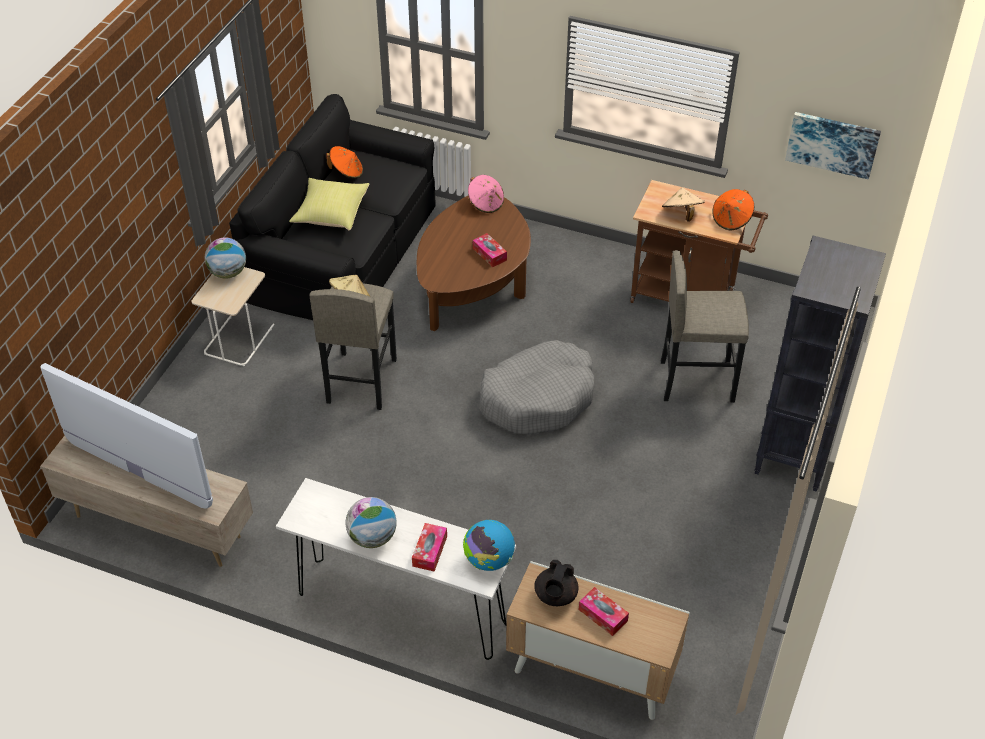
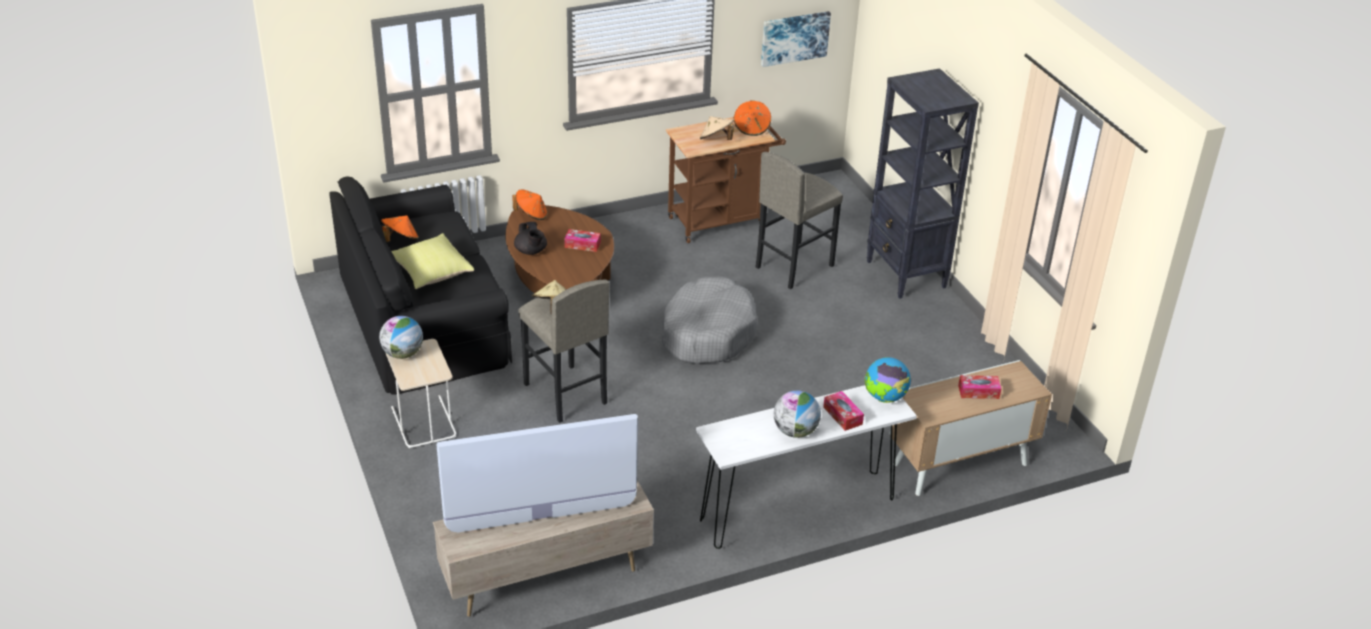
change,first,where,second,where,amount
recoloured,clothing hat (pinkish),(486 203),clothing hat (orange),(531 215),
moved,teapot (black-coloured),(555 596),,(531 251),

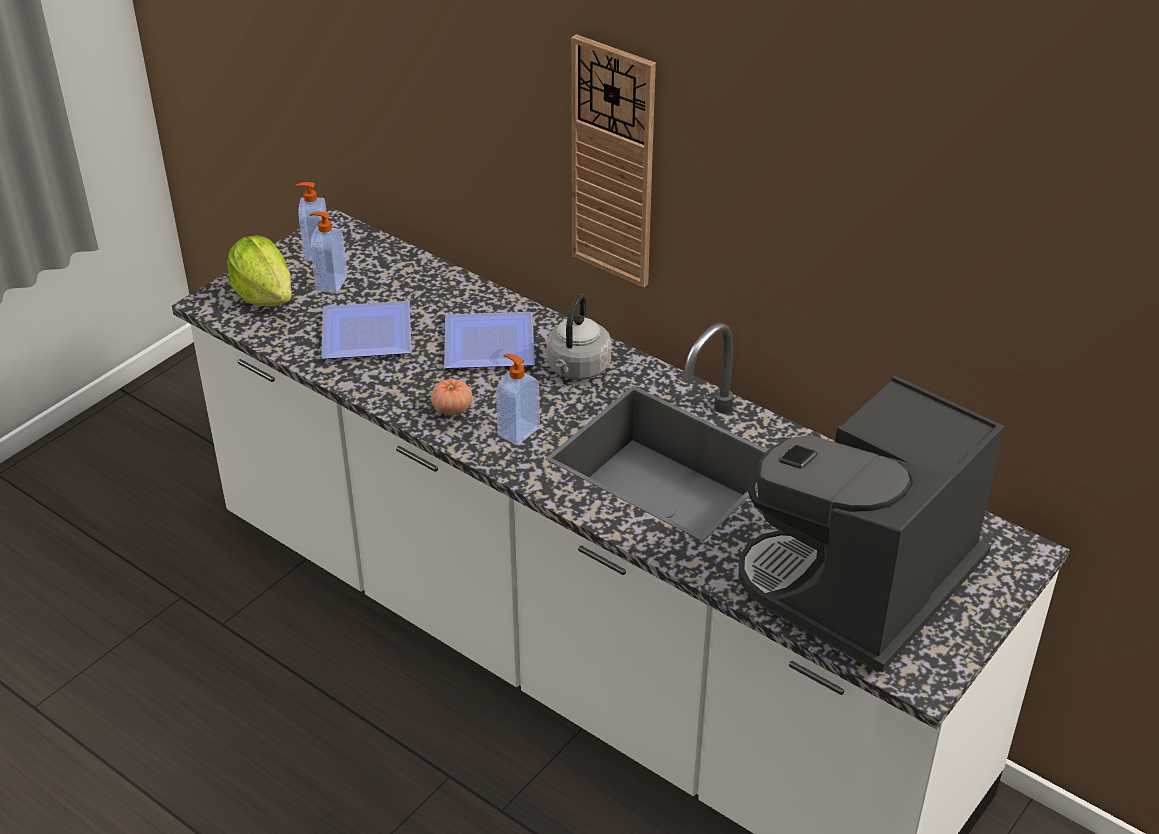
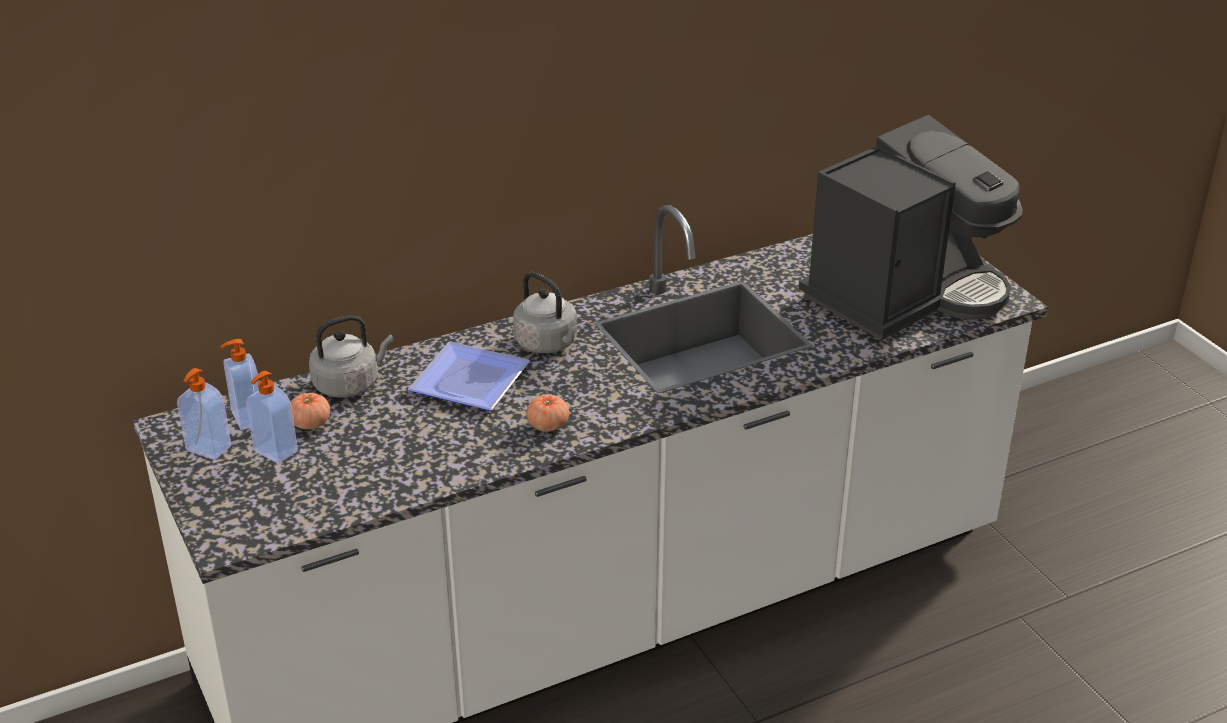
change,first,where,second,where,amount
removed,wall clock,(613 163),,,
removed,head of lettuce,(265 295),,,
removed,dinner plate,(363 333),,,
moved,liquid soap bottle,(517 431),,(247 418),
turned,coffee brewer,(862 587),,(905 294),105 degrees counterclockwise
added,,,water kettle (greyish),(349 384),
added,,,tomato,(310 423),

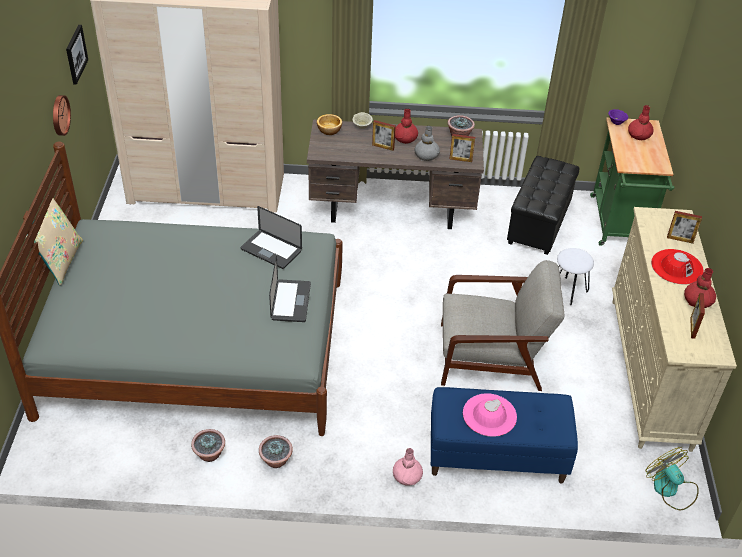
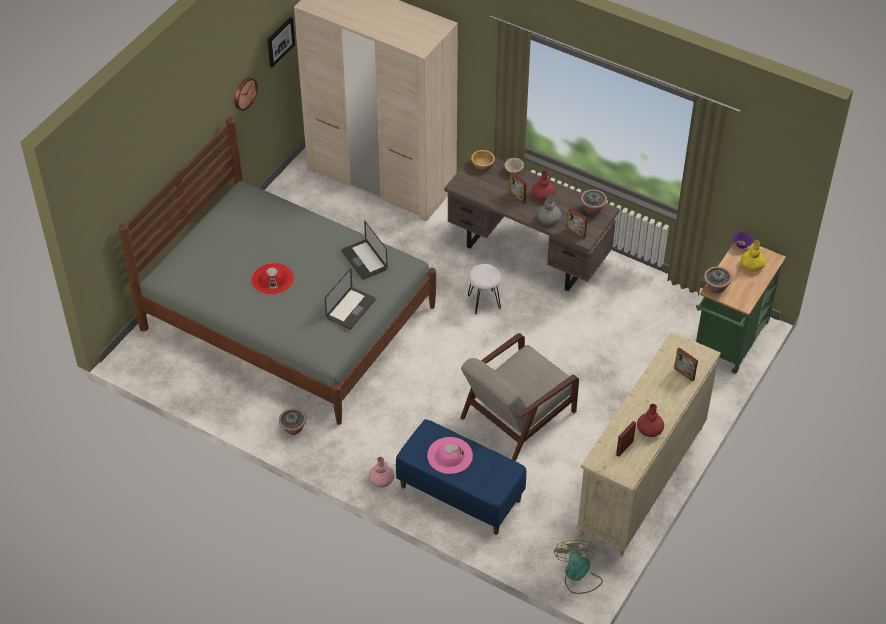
change,first,where,second,where,amount
recoloured,vase (reddish),(639 135),vase (yellow),(752 265),
removed,footrest (black-coloured),(539 224),,,
removed,pillow (beige-coloured),(60 261),,,
moved,sitting stool (whitish),(568 291),,(483 302),
moved,clothing hat (reddish),(677 267),,(272 279),
turned,lounge chair (greyish),(492 357),,(516 416),105 degrees clockwise
moved,plant in a pot,(209 455),,(716 288),

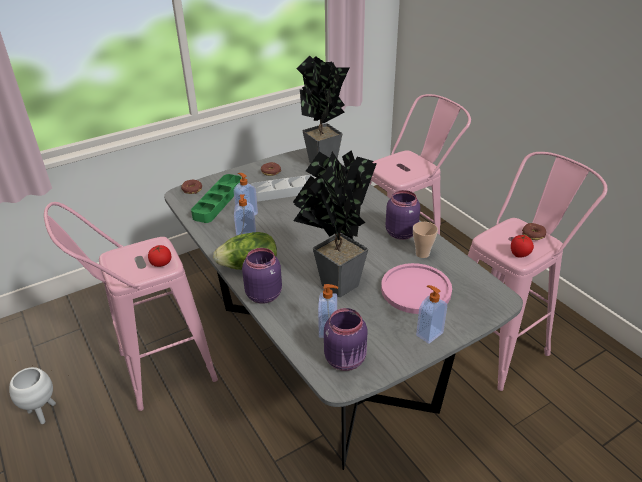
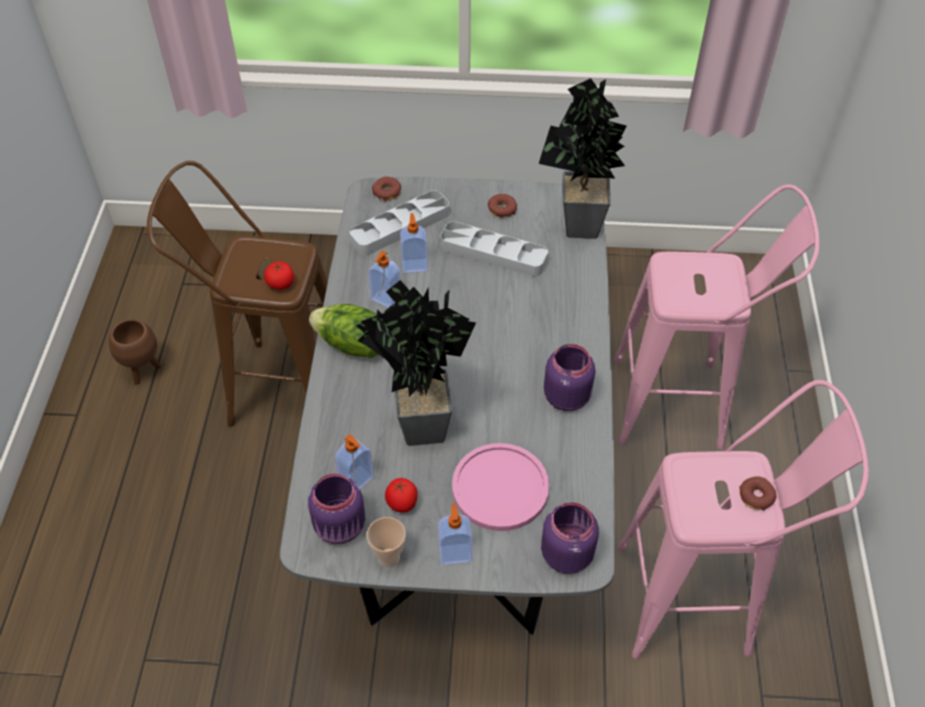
change,first,where,second,where,amount
recoloured,carrying tray (green),(218 201),carrying tray (greyish),(400 227),
recoloured,sitting stool (pinkish),(155 371),sitting stool (brownish),(276 386),
moved,small cup,(422 253),,(388 557),
moved,tomato,(519 254),,(402 504),
moved,storage jar (purple-coloured),(263 294),,(567 553),
recoloured,plant pot (whitish),(42 412),plant pot (brownish),(143 370),

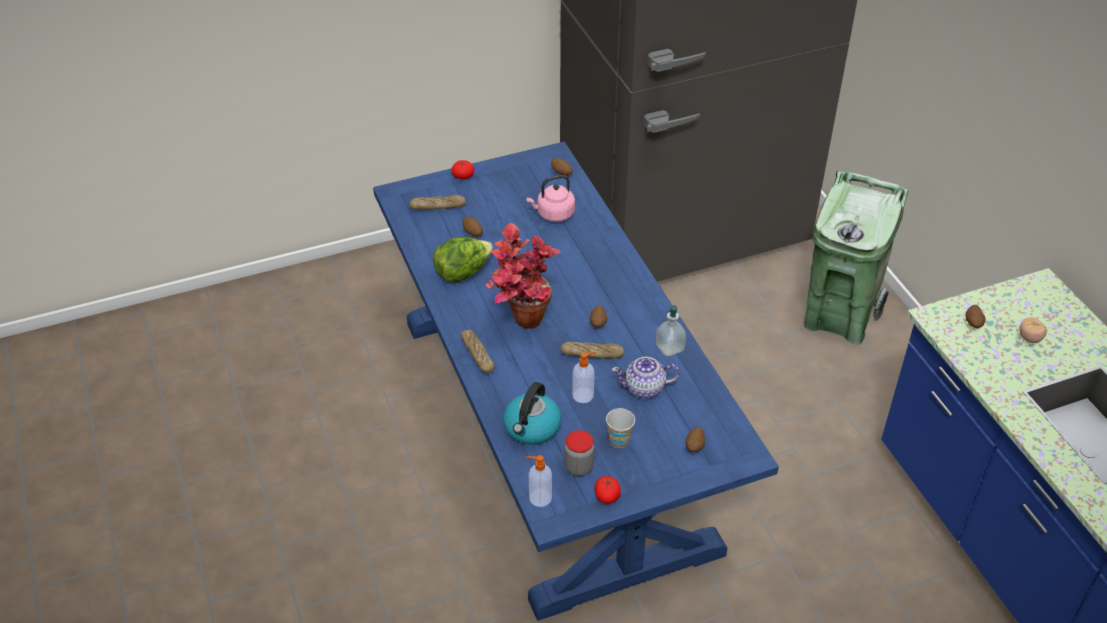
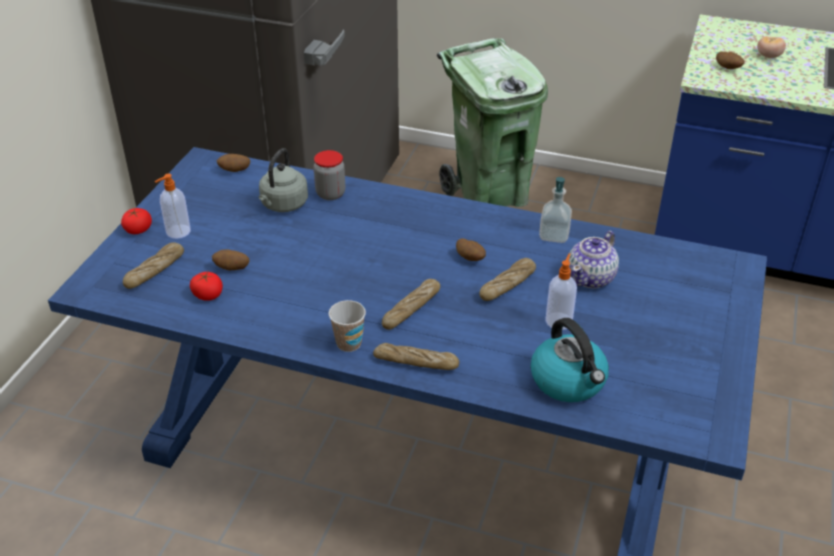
change,first,where,second,where,amount
recoloured,water kettle (pinkish),(553 214),water kettle (greyish),(283 205),
replaced,plant in a pot,(521 326),baked bread,(411 309),
removed,head of lettuce,(463 273),,,
moved,small cup,(619 440),,(349 343),
removed,potato,(694 446),,,
moved,storage jar,(579 467),,(330 194),
moved,liquid soap bottle,(539 498),,(177 232),
moved,tomato,(607 496),,(208 295),

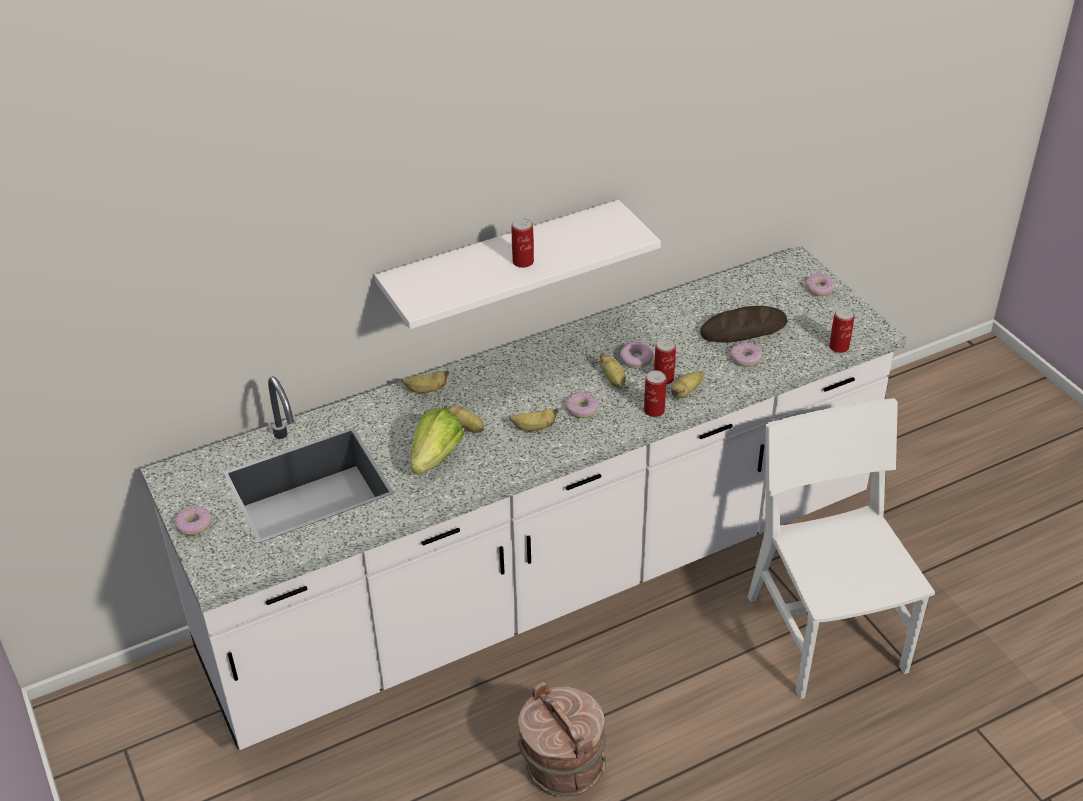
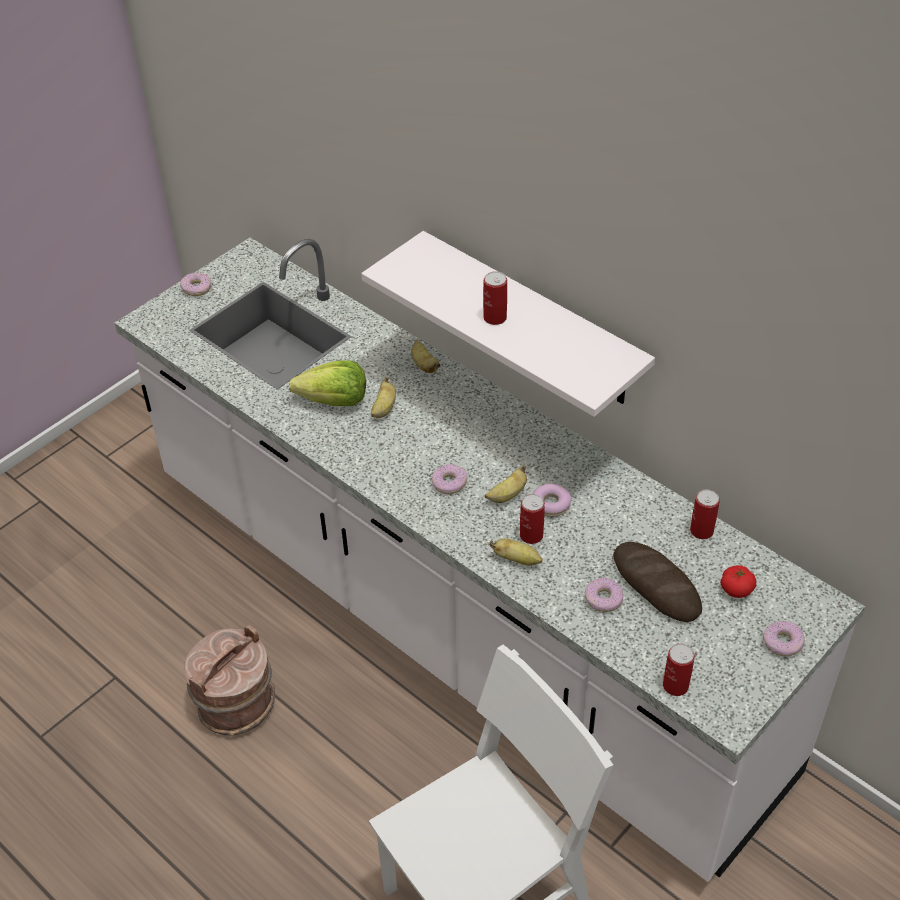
change,first,where,second,where,amount
moved,sealed can,(654 410),,(701 531),
removed,banana,(534 428),,,
added,,,tomato,(736 589),

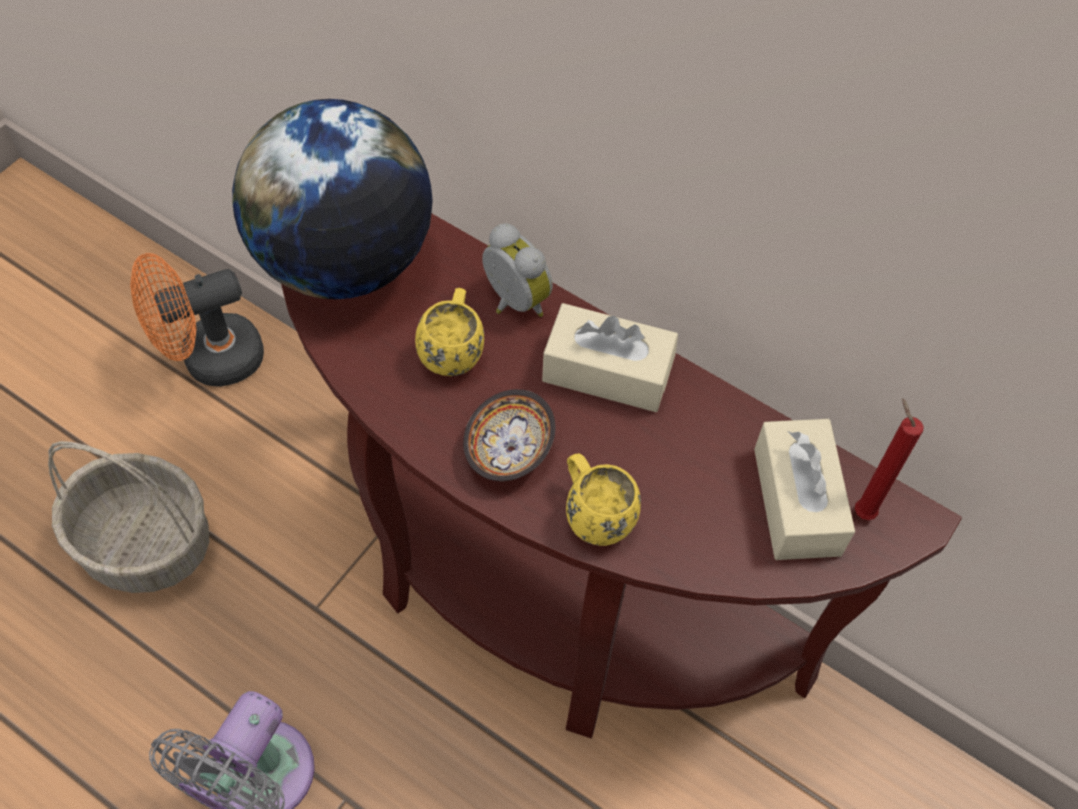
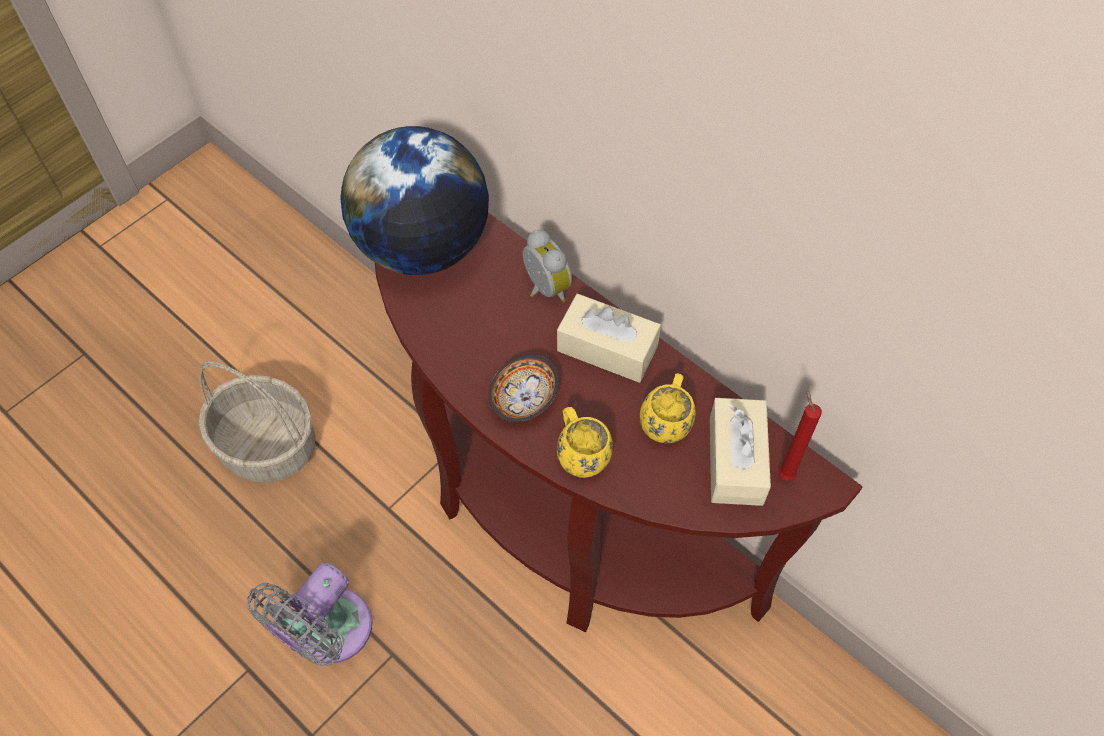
change,first,where,second,where,amount
removed,cooling fan (orange),(210 360),,,
moved,tea mug (yellow),(452 349),,(666 420),

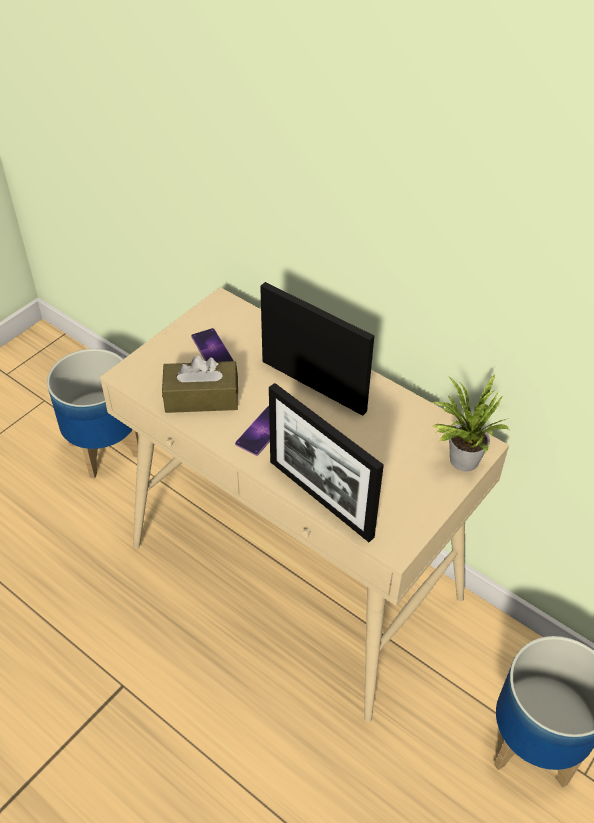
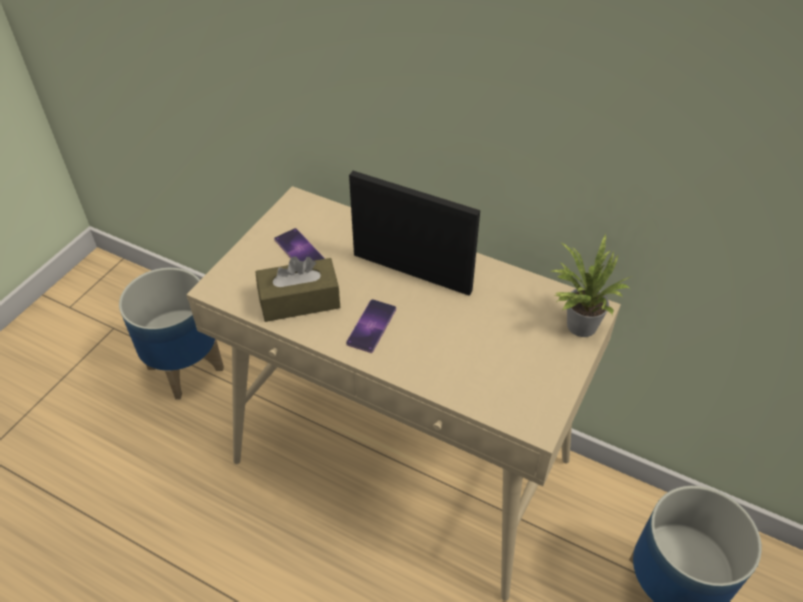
change,first,where,second,where,amount
removed,photo frame,(320 498),,,

